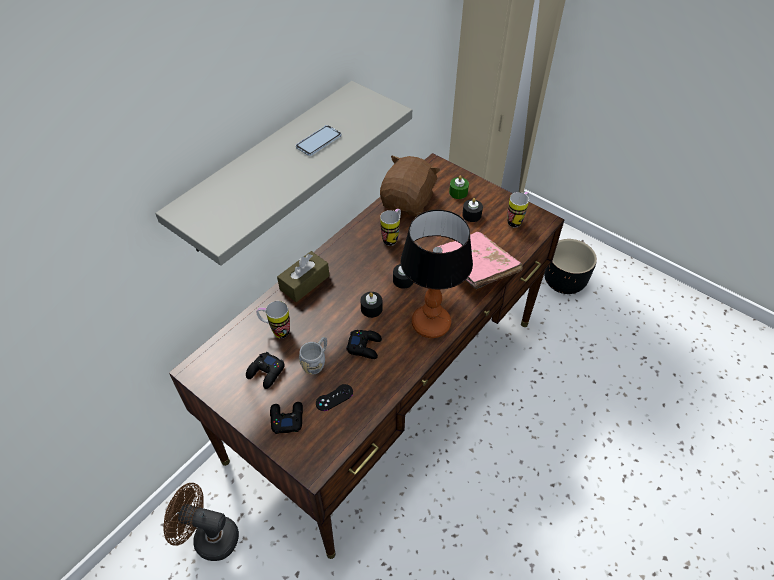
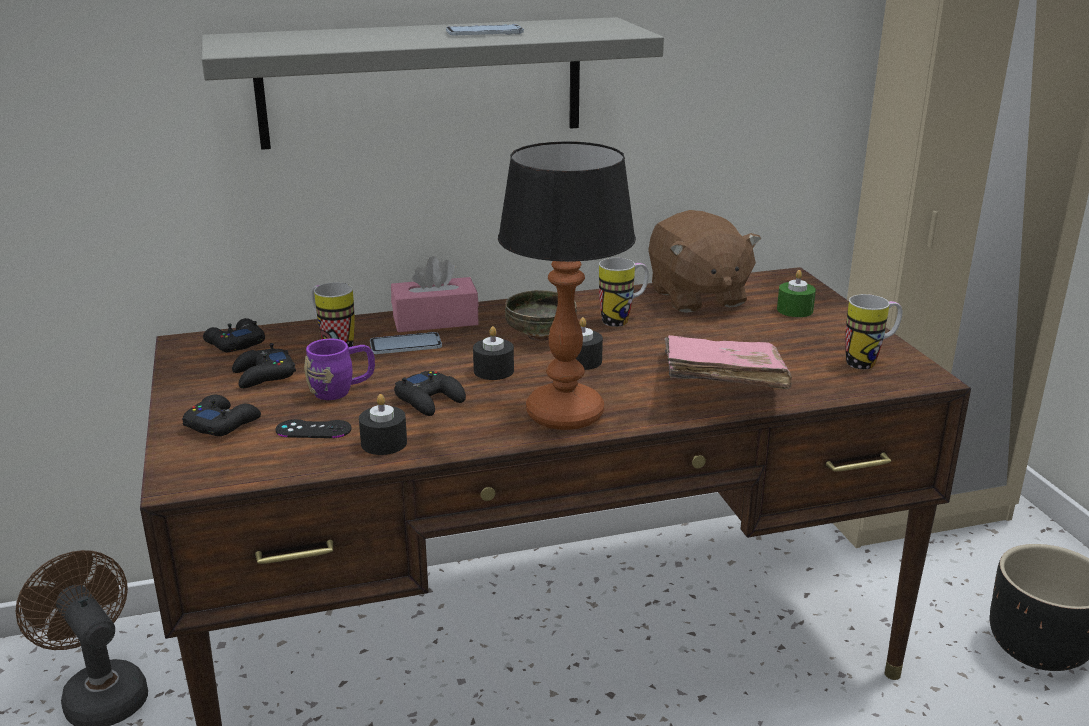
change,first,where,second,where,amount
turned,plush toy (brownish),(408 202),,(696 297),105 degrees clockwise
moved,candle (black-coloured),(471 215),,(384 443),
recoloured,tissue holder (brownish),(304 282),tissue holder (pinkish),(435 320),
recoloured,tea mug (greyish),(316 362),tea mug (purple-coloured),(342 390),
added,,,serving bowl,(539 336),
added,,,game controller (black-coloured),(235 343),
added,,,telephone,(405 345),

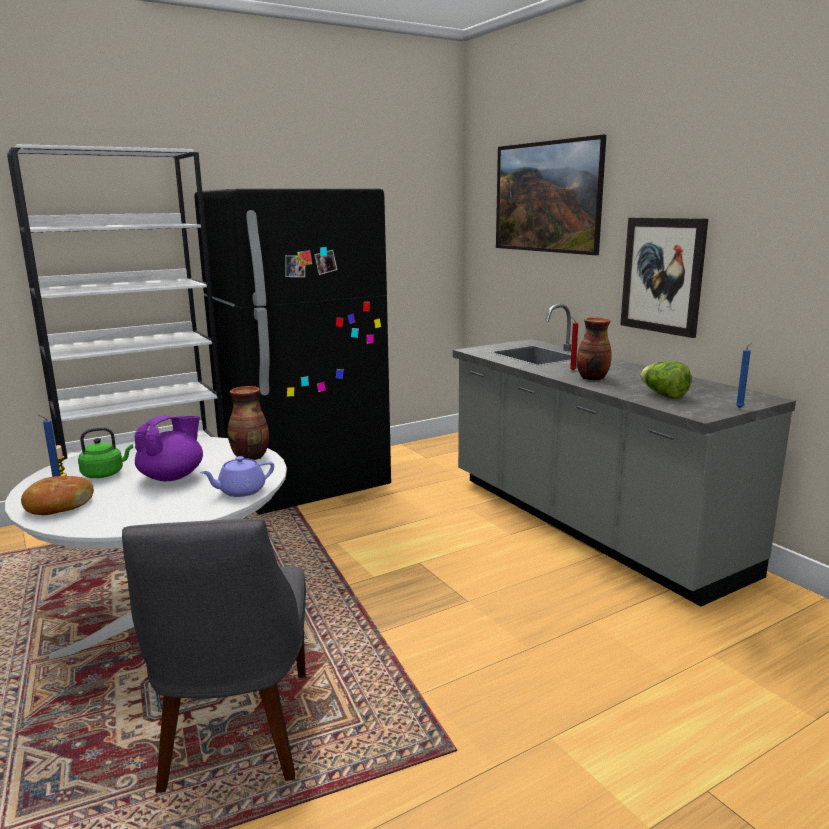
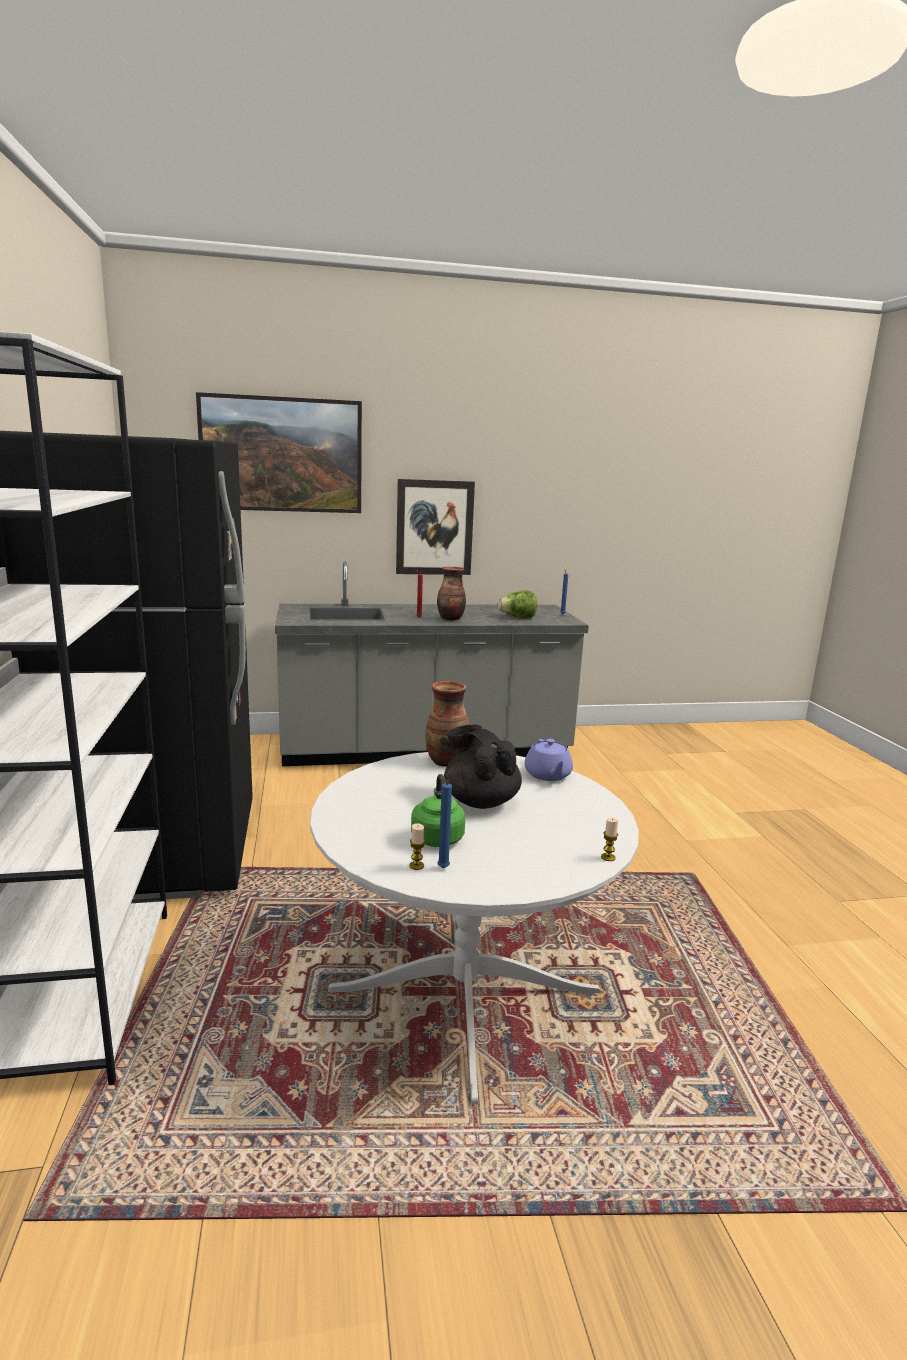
change,first,where,second,where,amount
recoloured,teapot (purple-coloured),(173 477),teapot (black-coloured),(480 801),
removed,baked bread,(58 505),,,
removed,plain chair (greyish),(235 735),,,
added,,,candle,(608 857),

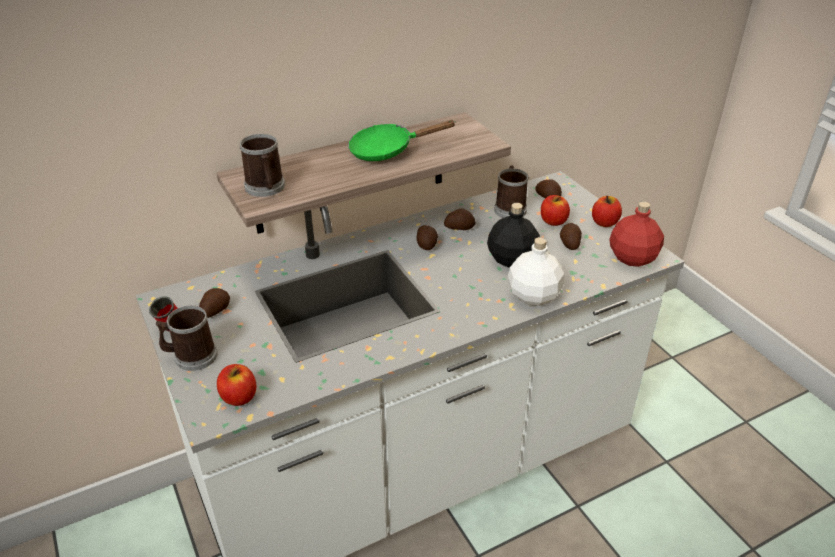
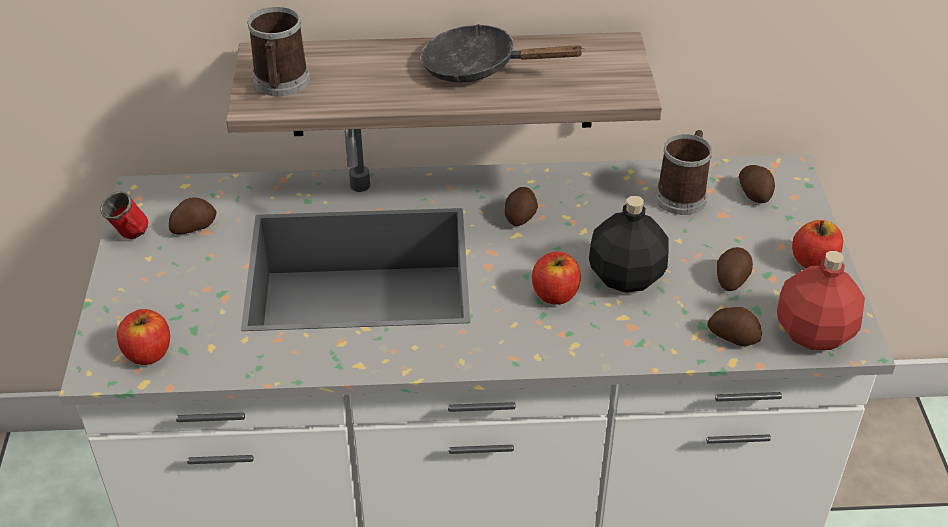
change,first,where,second,where,amount
recoloured,pan (green),(387 150),pan (black-coloured),(479 67),
moved,apple fruit,(553 221),,(555 294),
moved,potato,(459 227),,(733 336),
removed,bottle (whitish),(532 296),,,
removed,tea mug,(191 356),,,

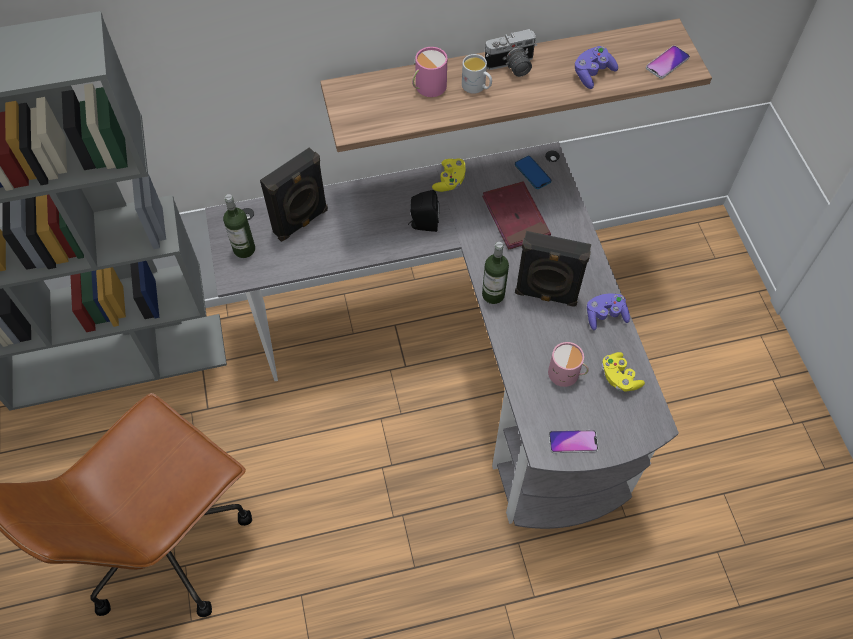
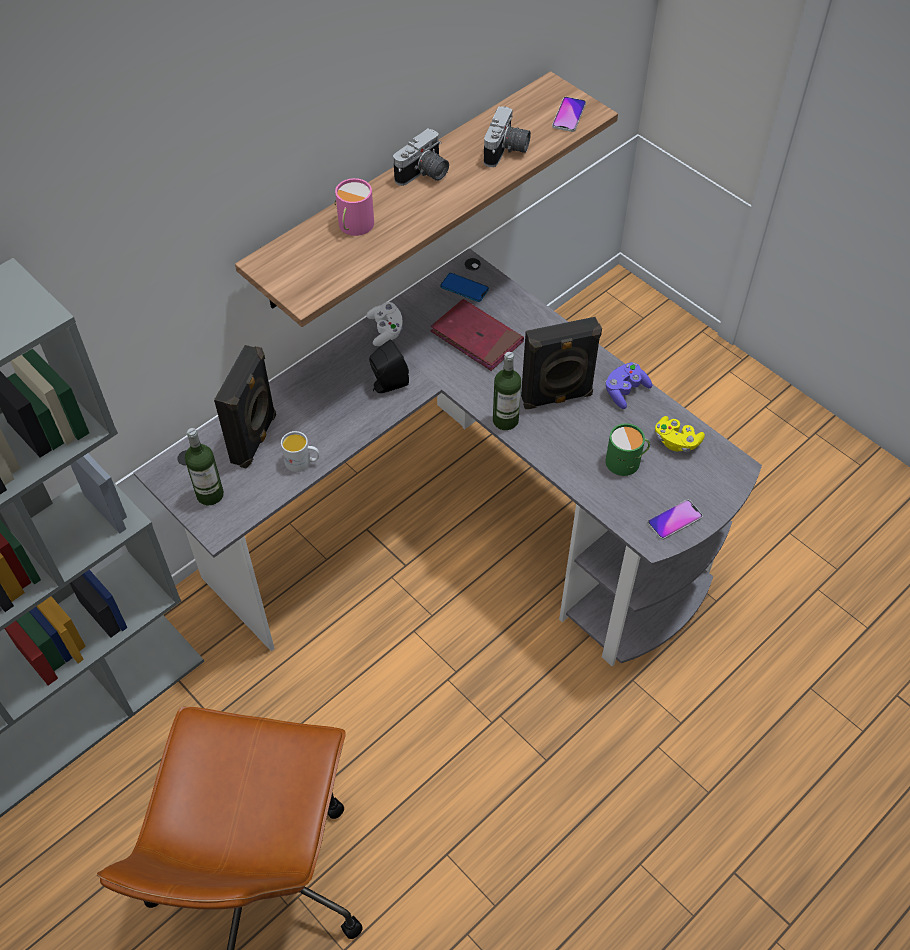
change,first,where,second,where,amount
replaced,game controller (purple-coloured),(592 74),photo camera,(507 151),
moved,tea mug (whitish),(477 87),,(302 462),
recoloured,game controller (yellow),(450 181),game controller (whitish),(386 331),
recoloured,tea mug (pinkish),(566 374),tea mug (green),(626 461),

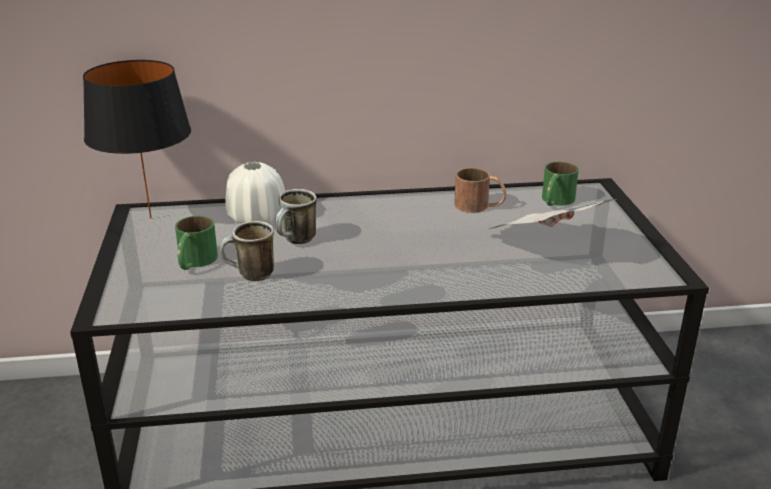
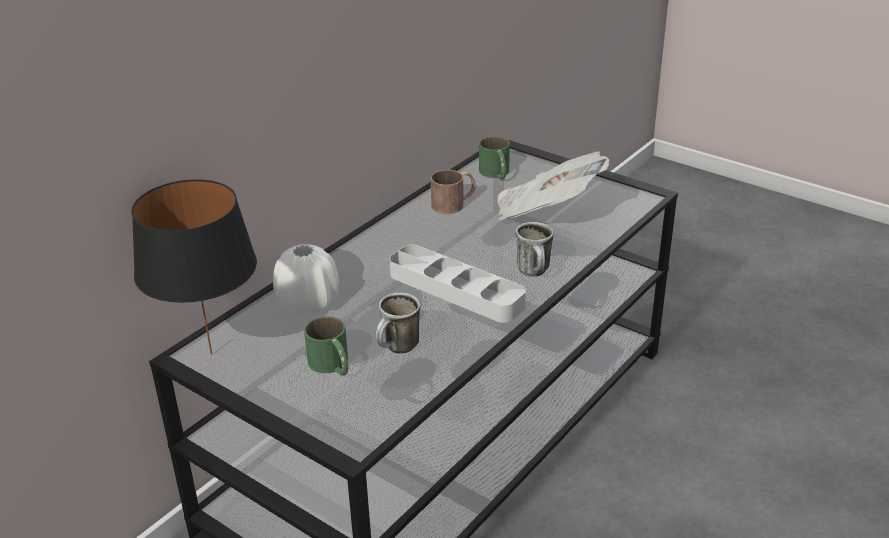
change,first,where,second,where,amount
moved,tea mug,(297 241),,(535 273),
added,,,carrying tray (greyish),(456 290),

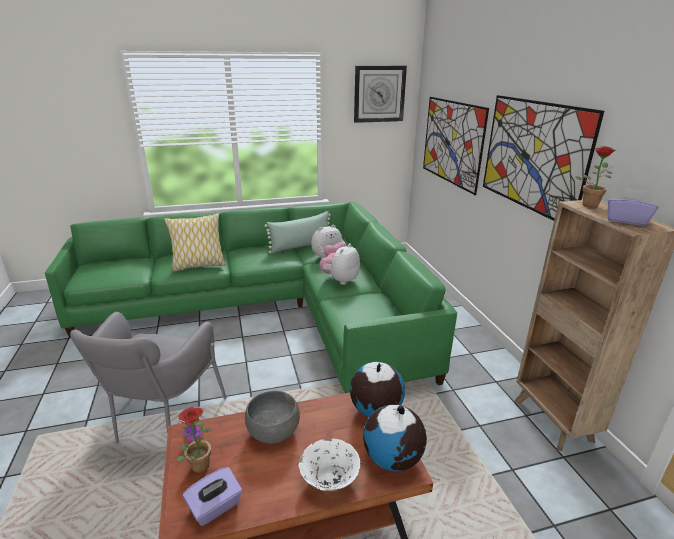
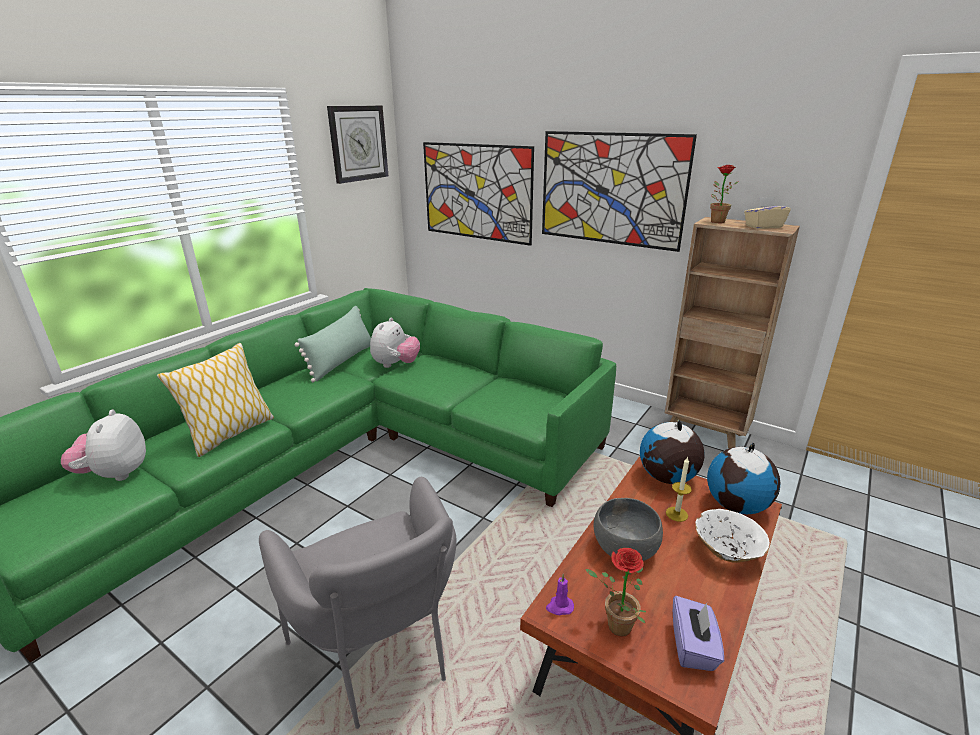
change,first,where,second,where,amount
recoloured,tissue holder (purple-coloured),(626 220),tissue holder (beige-coloured),(763 226),
moved,plush toy,(340 280),,(115 474),
added,,,candle,(676 514),

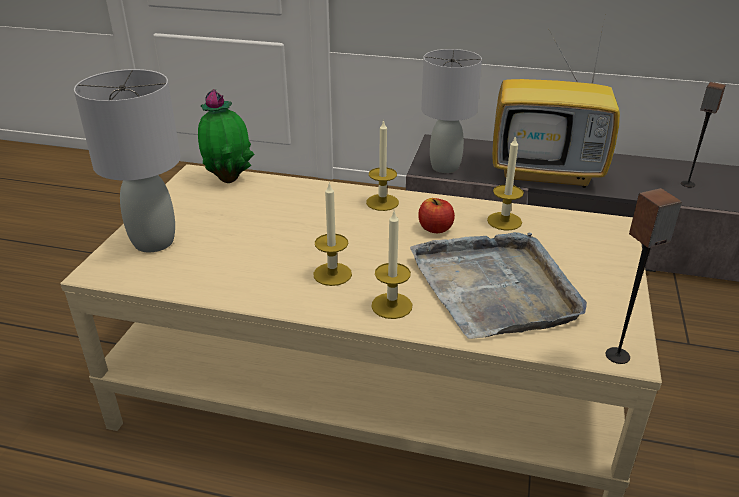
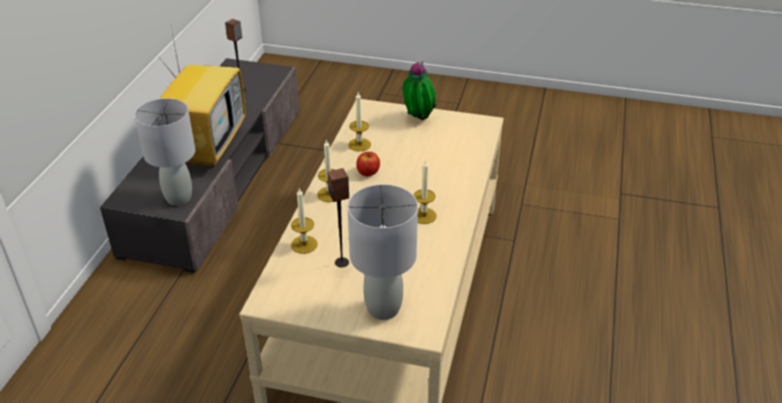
change,first,where,second,where,amount
moved,plant in a pot,(229 179),,(418 119),
moved,loudspeaker,(618 356),,(342 262),
moved,candle,(391 306),,(304 244),
removed,carrying tray (greyish),(496 287),,,

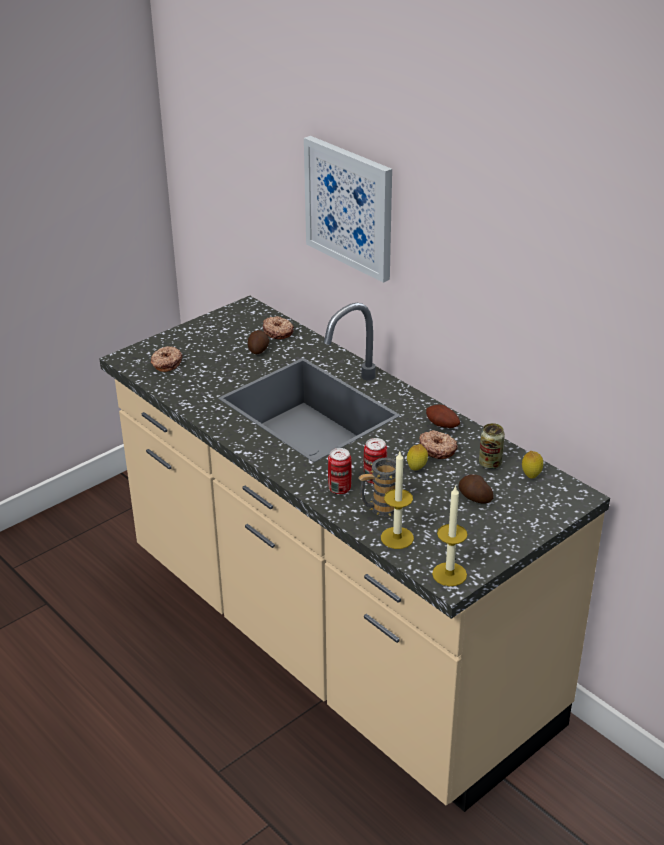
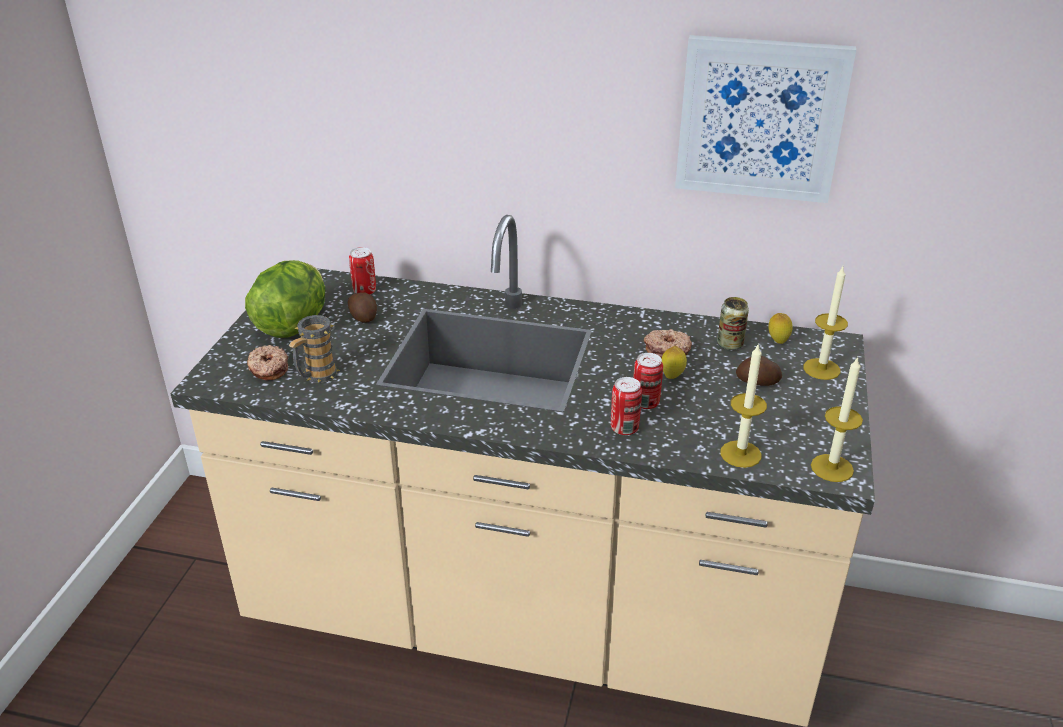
change,first,where,second,where,amount
moved,picture,(350 207),,(760 119),
replaced,doughnut,(278 332),sealed can,(364 291),
removed,potato,(441 426),,,
moved,tea mug,(379 509),,(316 376),
added,,,head of lettuce,(293 325),
added,,,candle,(821 369),

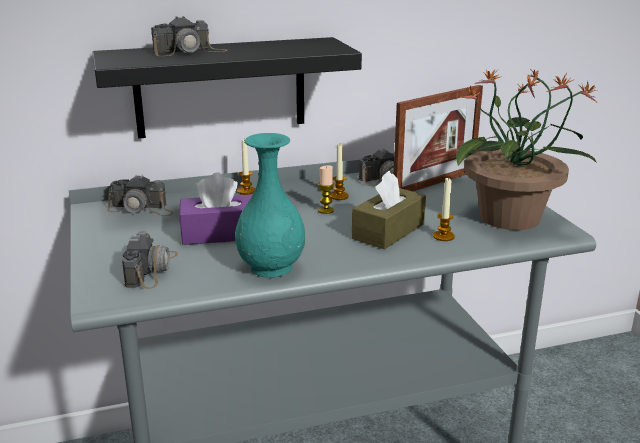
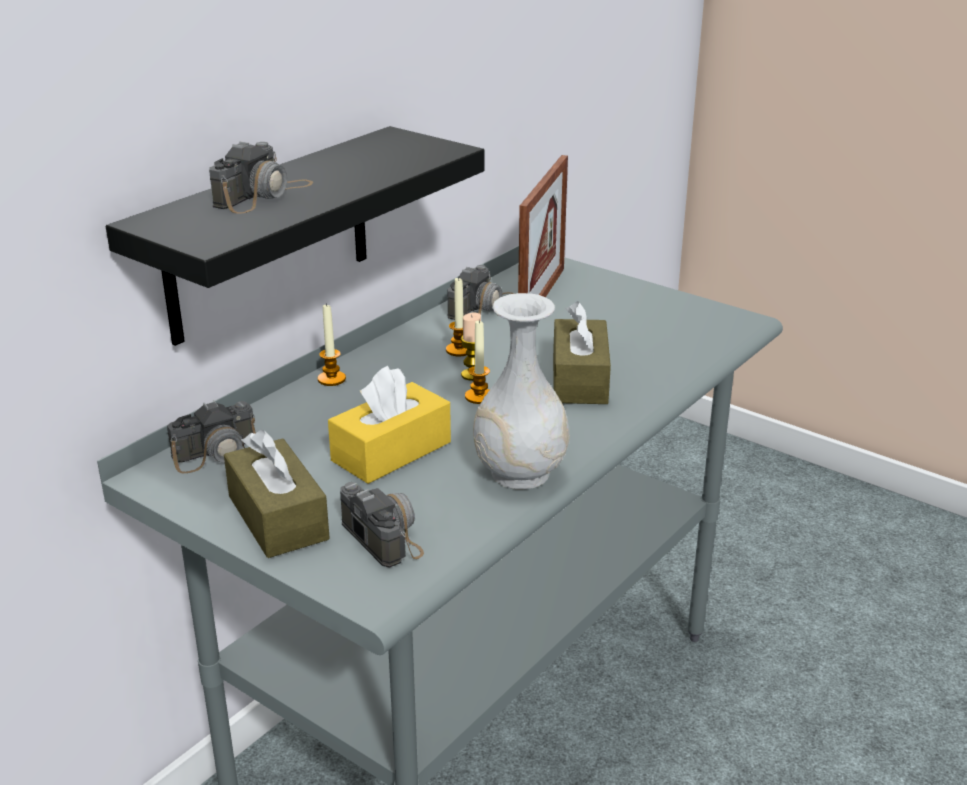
change,first,where,second,where,amount
removed,plant in a pot,(511 218),,,
recoloured,vase (turquoise-coloured),(272 267),vase (whitish),(520 473),
recoloured,tissue holder (purple-coloured),(220 234),tissue holder (yellow),(391 451),
moved,candle,(443 236),,(479 397),
added,,,tissue holder (brownish),(278 517),

